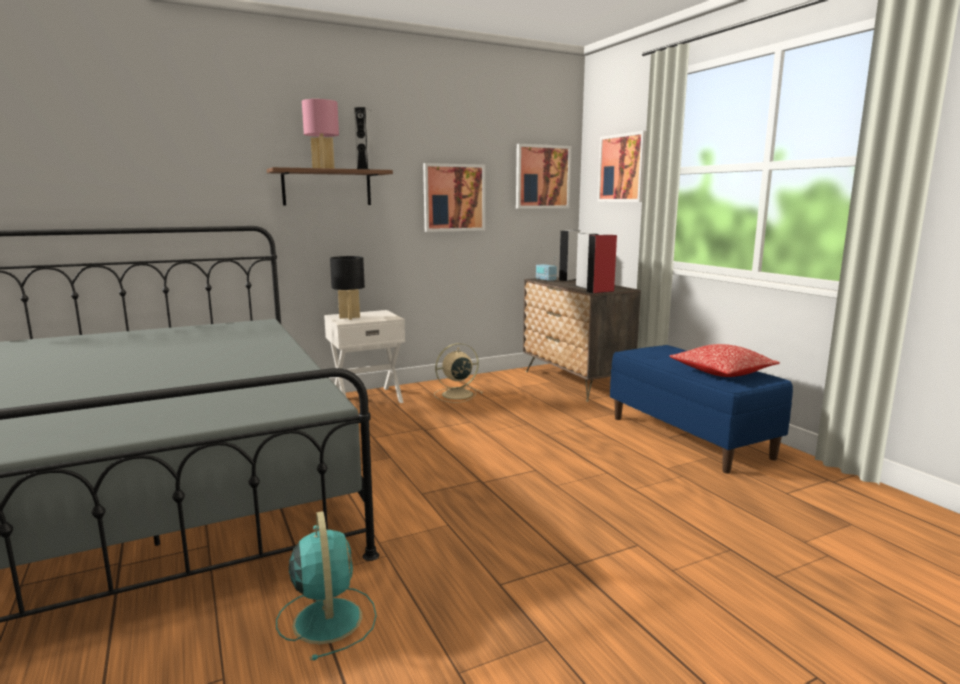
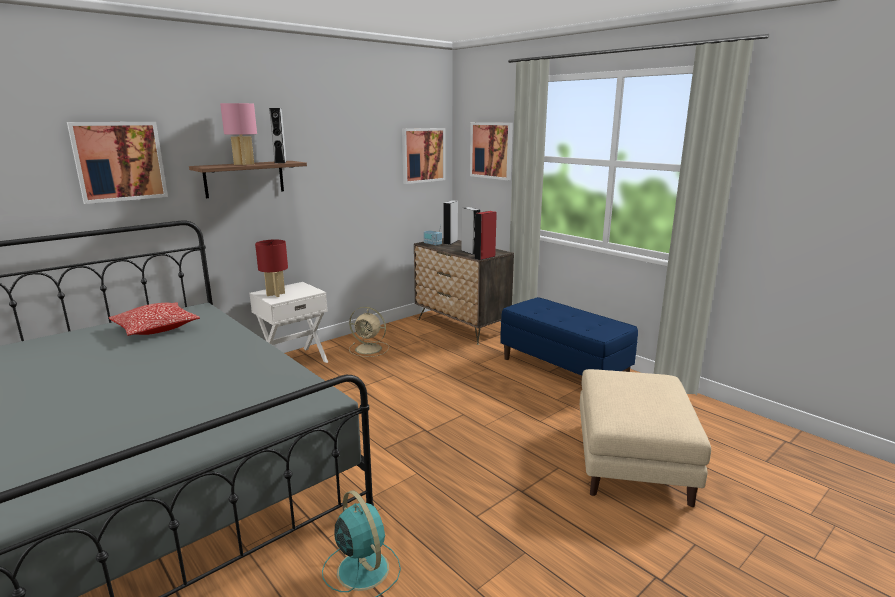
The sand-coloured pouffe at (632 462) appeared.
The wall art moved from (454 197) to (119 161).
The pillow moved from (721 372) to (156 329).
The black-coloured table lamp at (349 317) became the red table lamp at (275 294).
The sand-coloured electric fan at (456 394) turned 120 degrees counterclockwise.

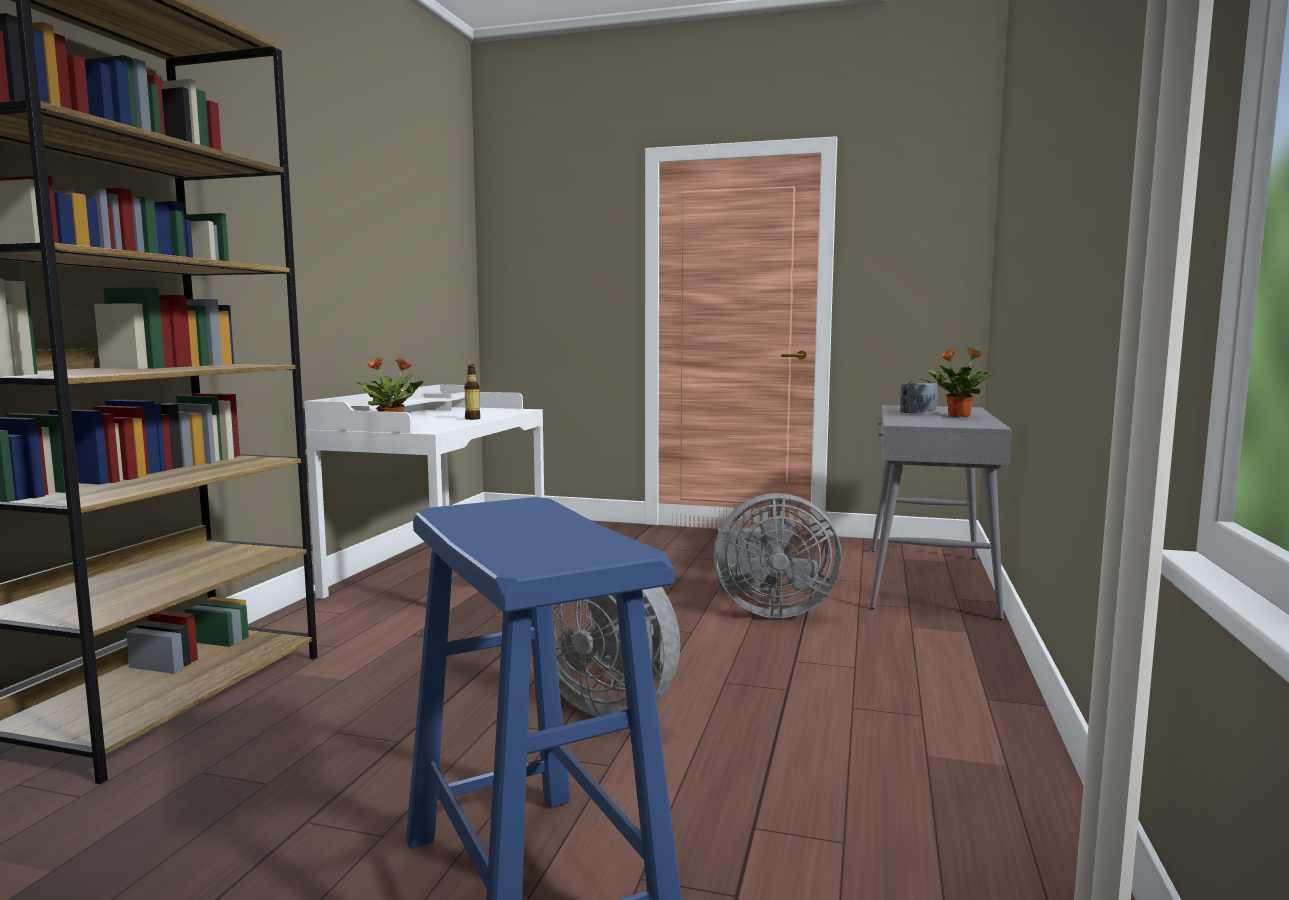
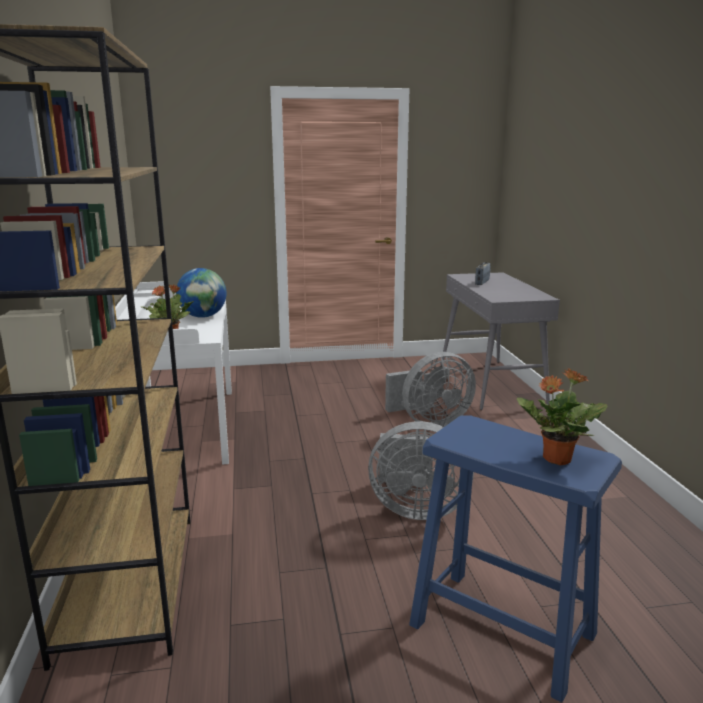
The houseplant moved from (958 416) to (555 459).
The beverage bottle at (472 418) was replaced by the globe at (203 316).

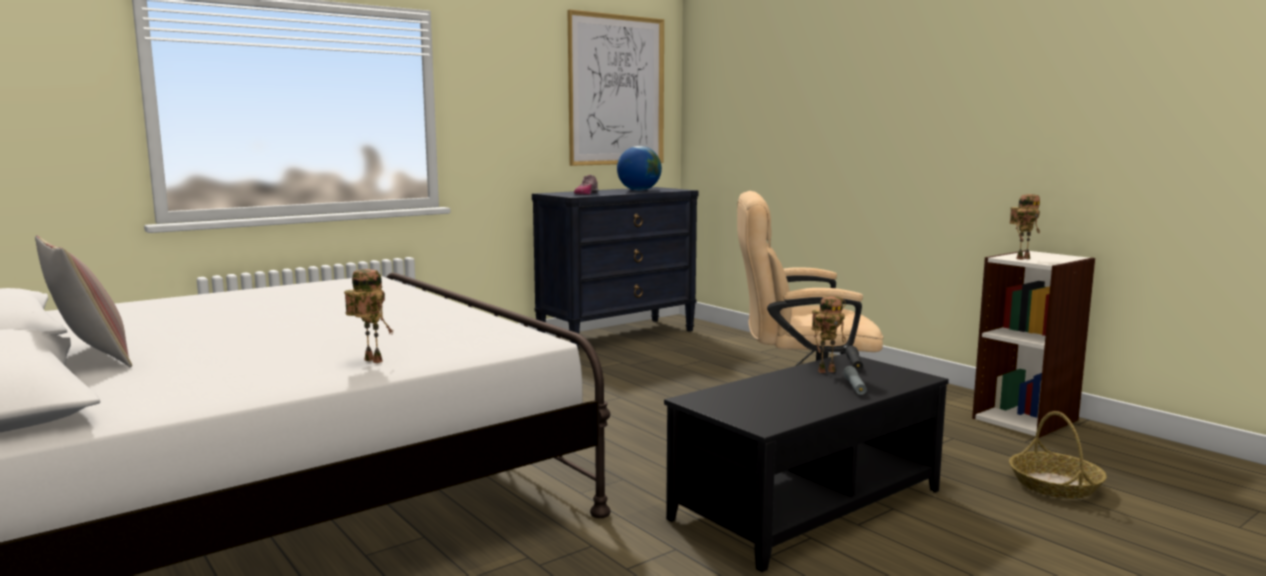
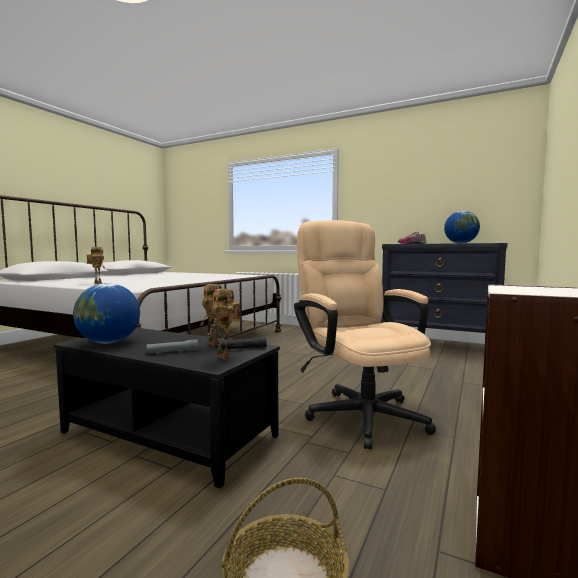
The pillow at (91 359) disappeared.
The wall art at (616 90) disappeared.
The globe at (108 342) appeared.
The robot figure moved from (1022 258) to (225 357).

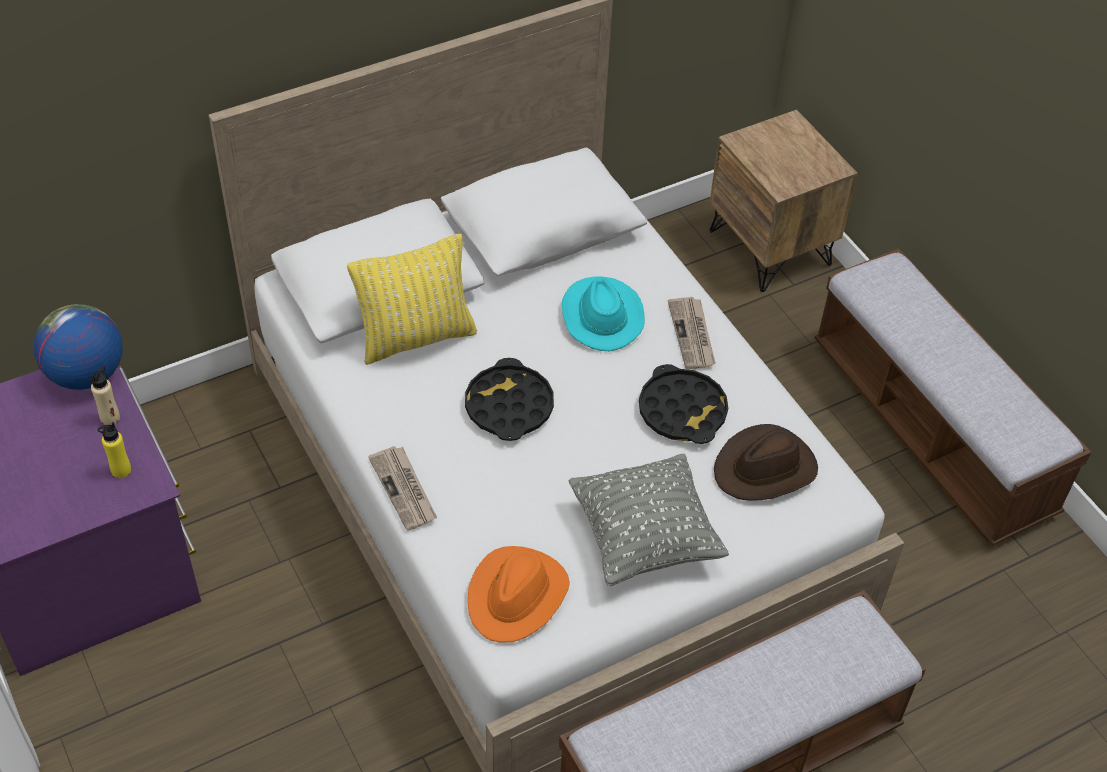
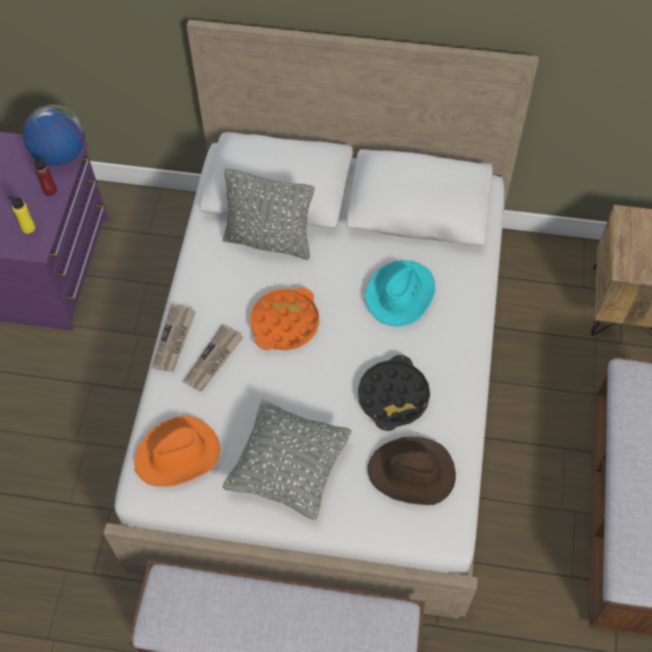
The printed paper moved from (692 335) to (214 360).
The sand-coloured beverage bottle at (110 418) became the red beverage bottle at (50 190).
The yellowish pillow at (416 337) became the greyish pillow at (269 240).
The black-coloured tray at (509 406) became the orange tray at (285 323).

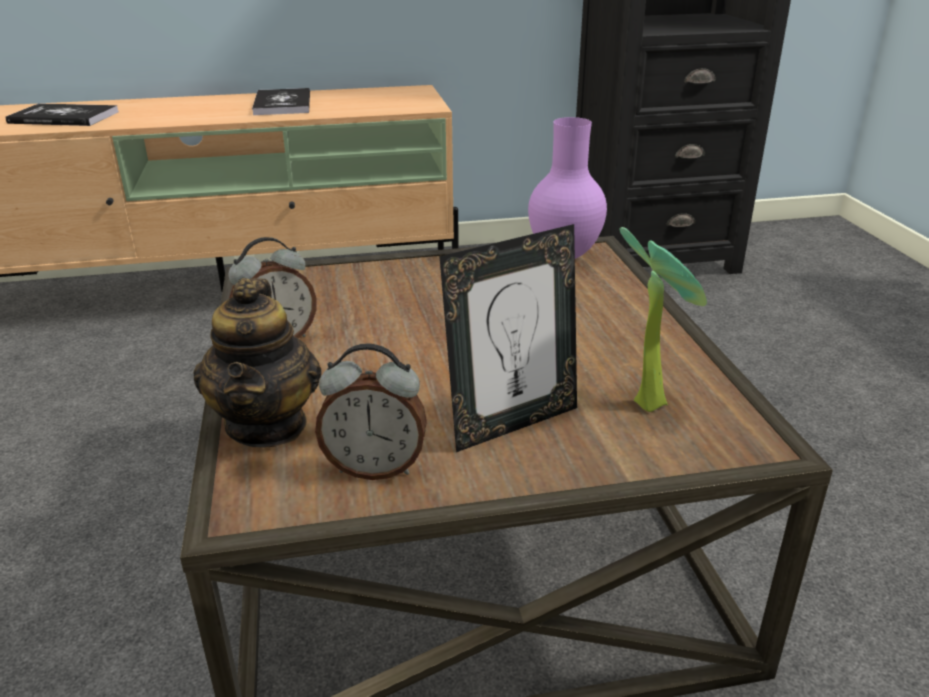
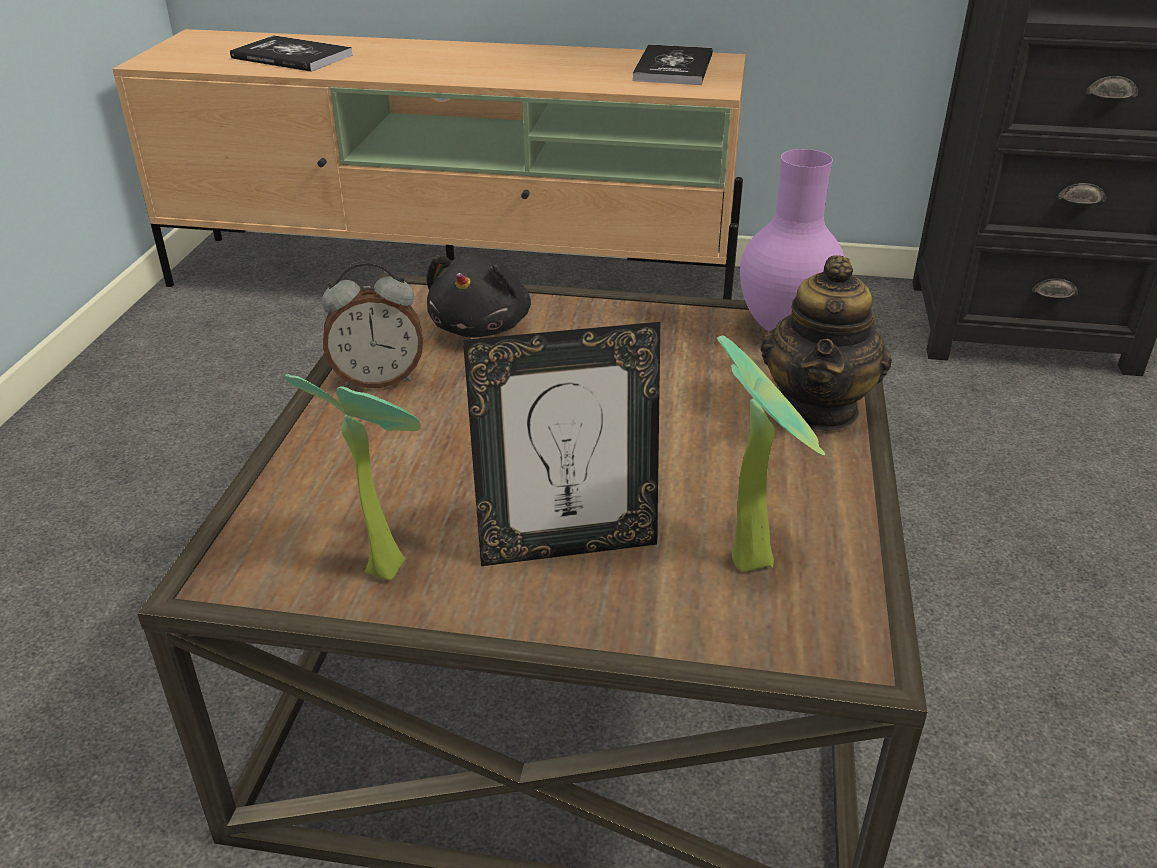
The black-coloured cuddly toy at (482 327) appeared.
The teapot moved from (267 424) to (818 408).
The bound book moved from (283 104) to (673 68).
The bedside clock at (375 467) was replaced by the houseplant at (383 562).

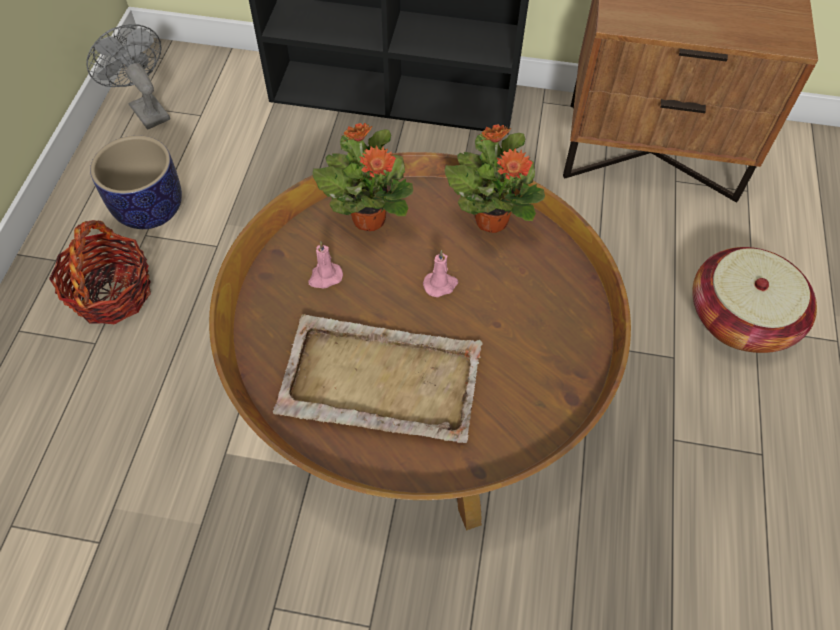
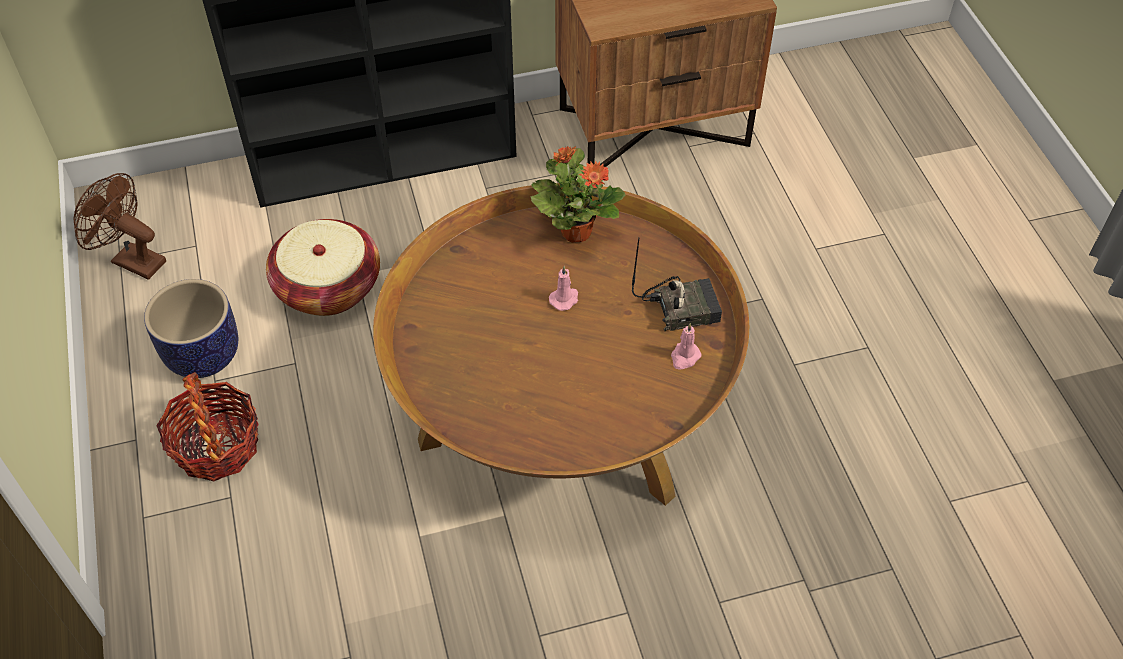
The sand-coloured tray at (378 380) disappeared.
The houseplant at (369 218) disappeared.
The radio receiver at (682 307) appeared.
The pink-coloured wax light moved from (325 277) to (684 357).
The basket moved from (740 317) to (328 287).
The greyish electric fan at (145 109) became the brown-coloured electric fan at (131 260).

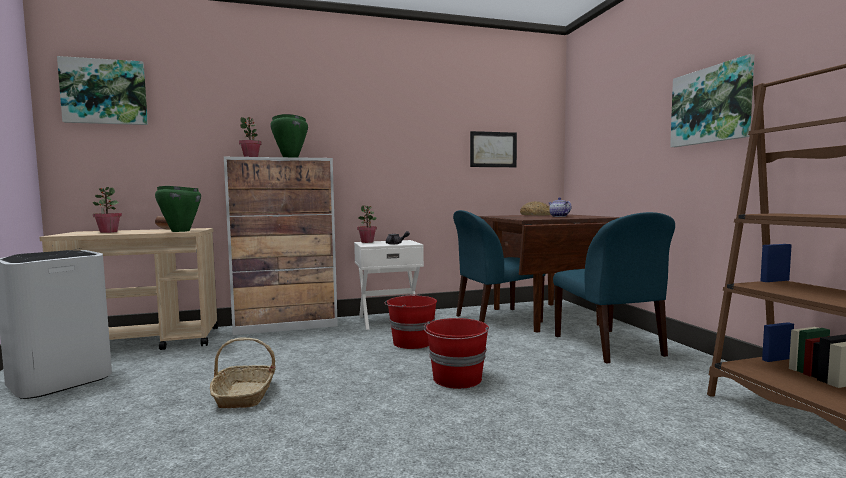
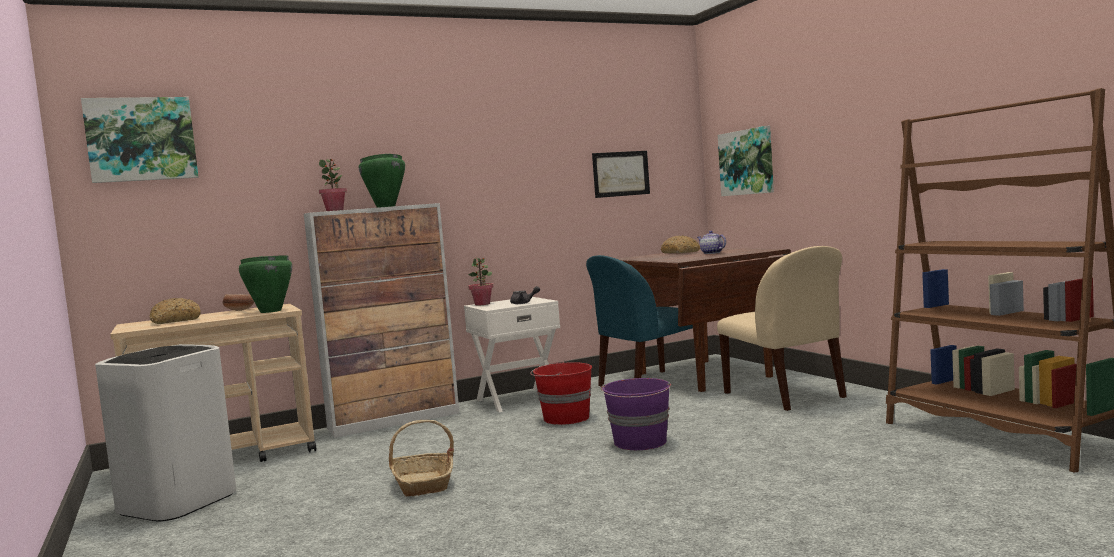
The wall art moved from (711 105) to (747 162).
The houseplant at (108 232) was replaced by the bakery bread at (175 321).
The red pail at (457 379) became the purplish pail at (640 442).
The blue-coloured chair at (609 346) became the sand-coloured chair at (785 396).

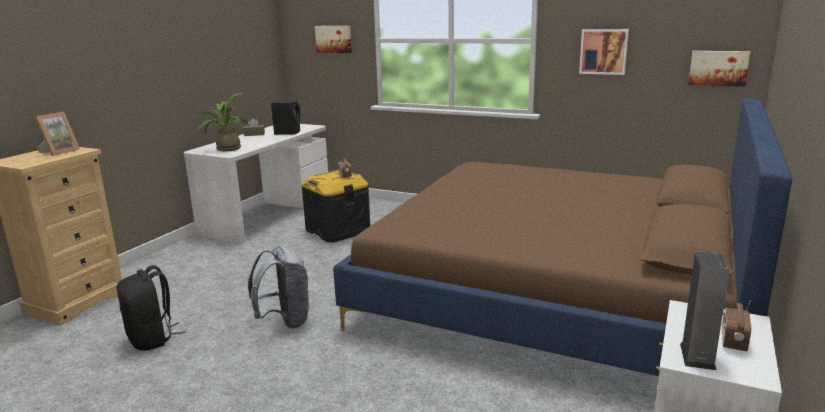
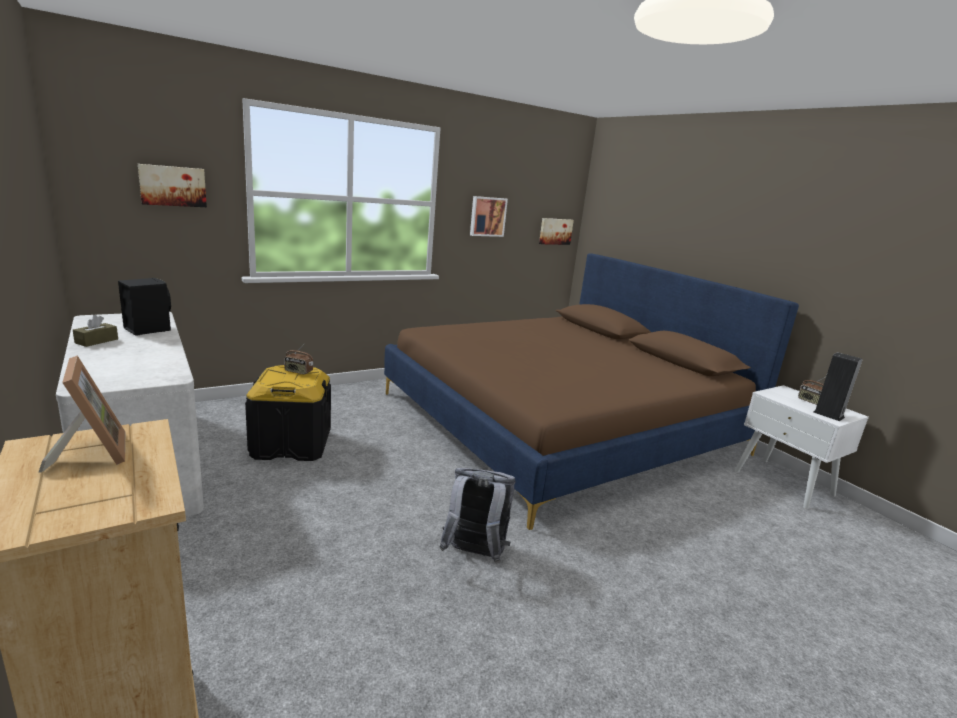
The black-coloured rucksack at (152 339) disappeared.
The houseplant at (225 149) disappeared.

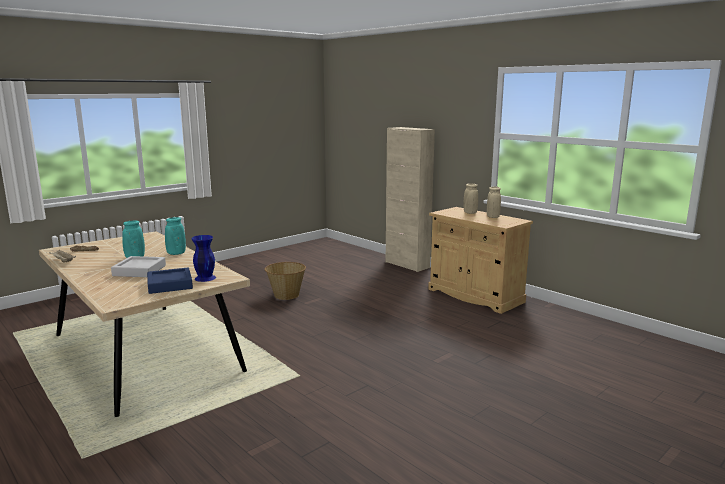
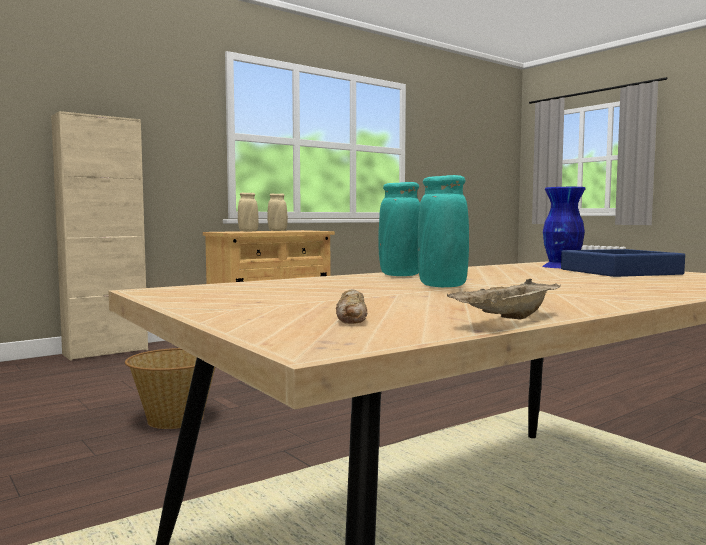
The greyish tray at (139 270) disappeared.

